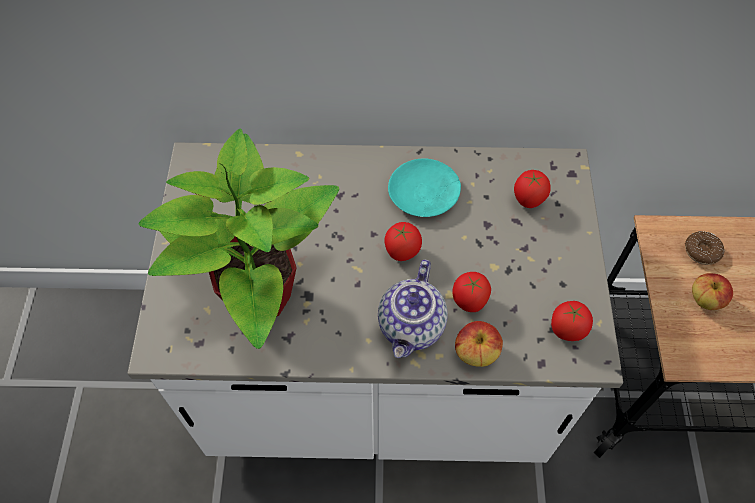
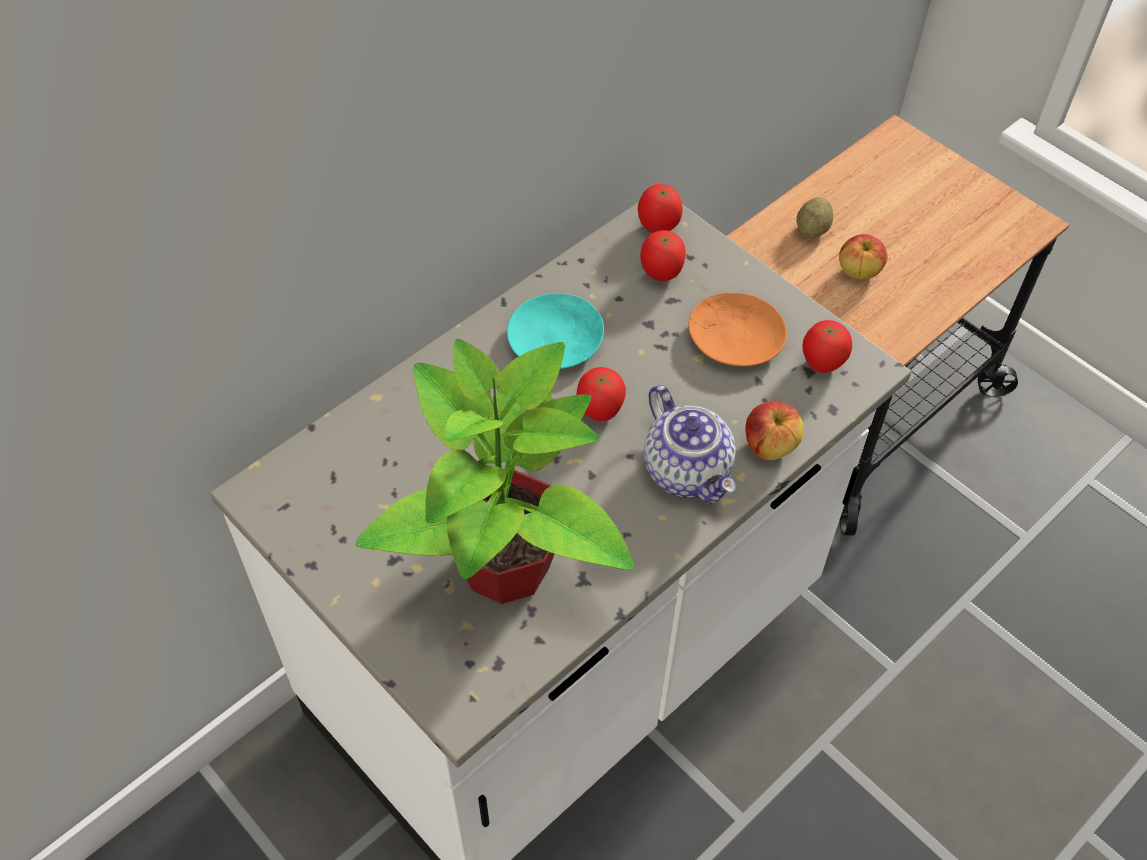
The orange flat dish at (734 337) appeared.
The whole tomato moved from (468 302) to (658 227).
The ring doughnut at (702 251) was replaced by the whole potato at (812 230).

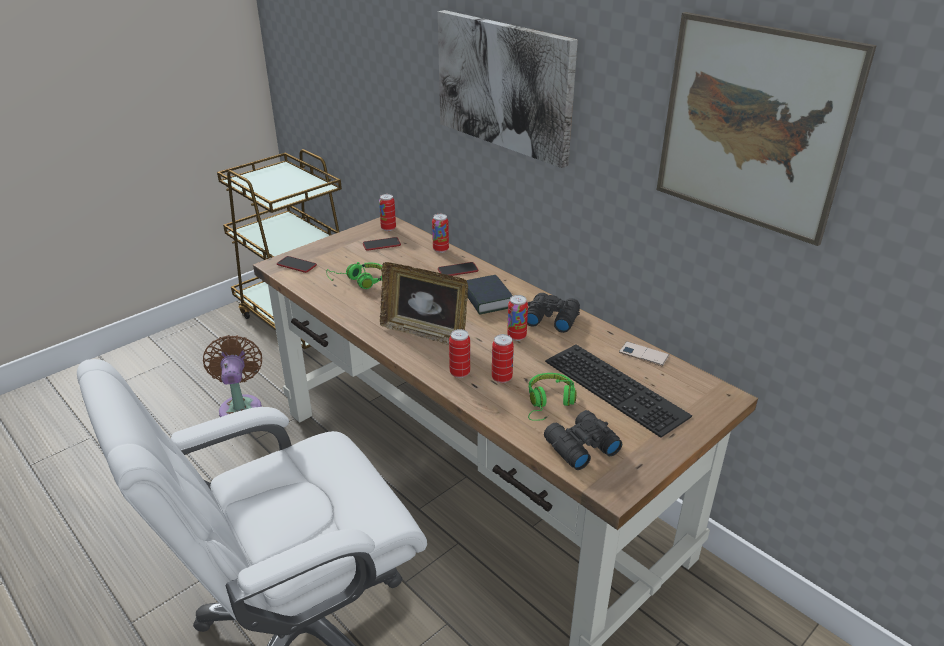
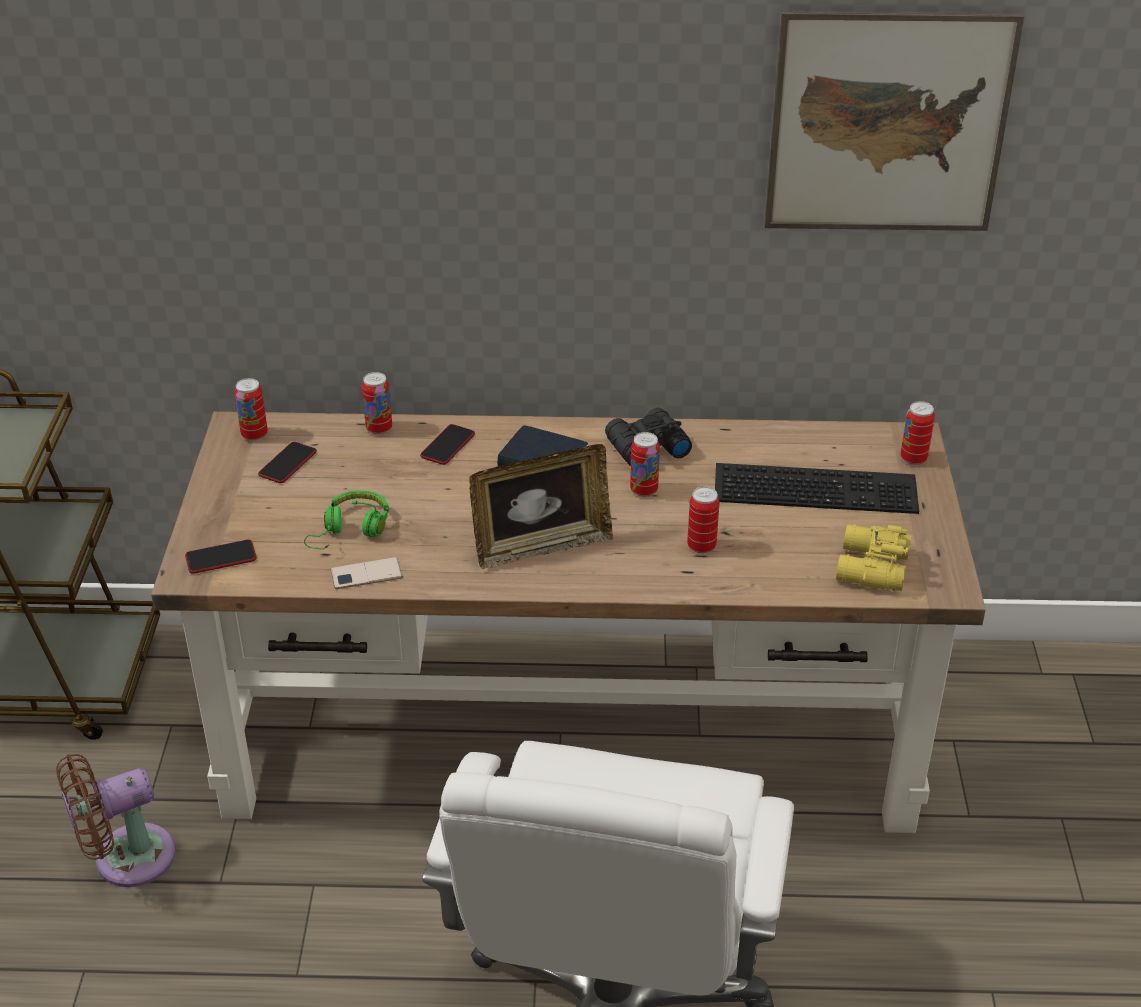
The wall art at (504 85) disappeared.
The green-coloured headset at (549 403) disappeared.
The can moved from (460 373) to (913 459).
The phone moved from (644 354) to (366 574).
The black-coloured field glasses at (579 447) became the yellowish field glasses at (870 568).
The brown-coloured electric fan at (241 406) turned 60 degrees counterclockwise.

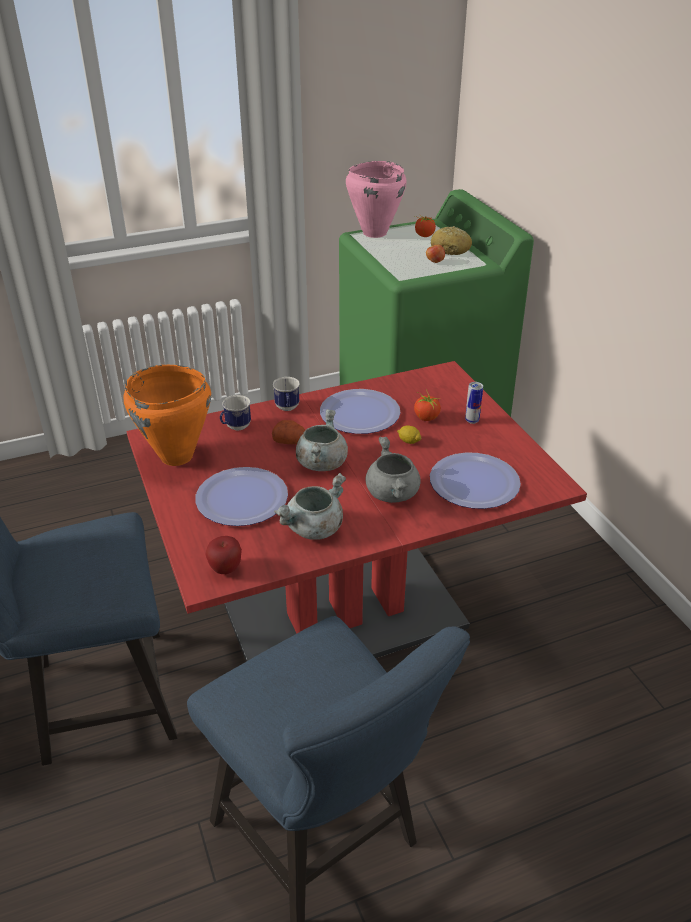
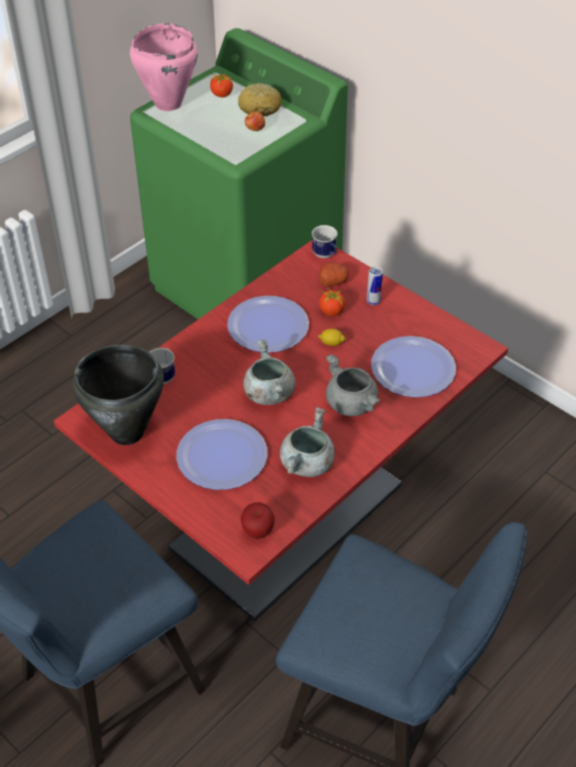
The whole potato moved from (289 441) to (333 281).
The mug moved from (287 409) to (326 255).
The orange cooking pot at (176 457) became the black-coloured cooking pot at (127 433).

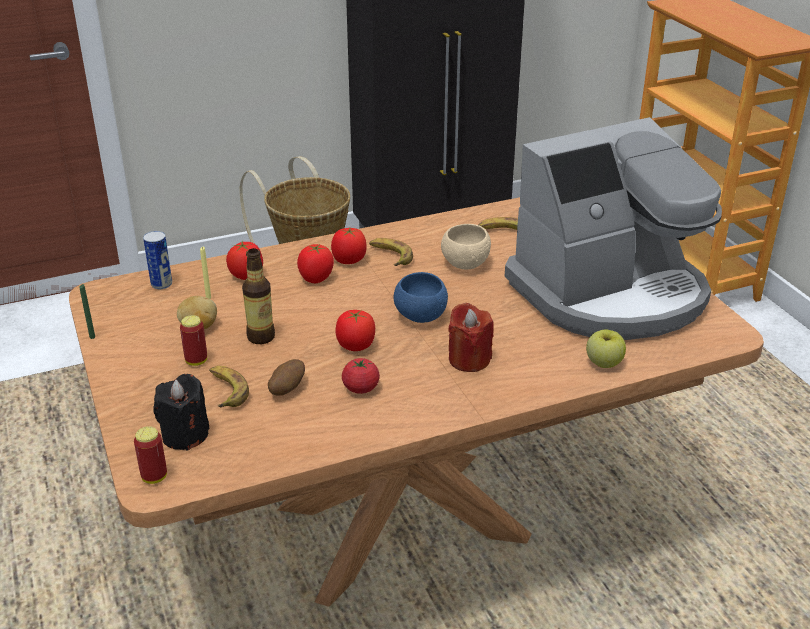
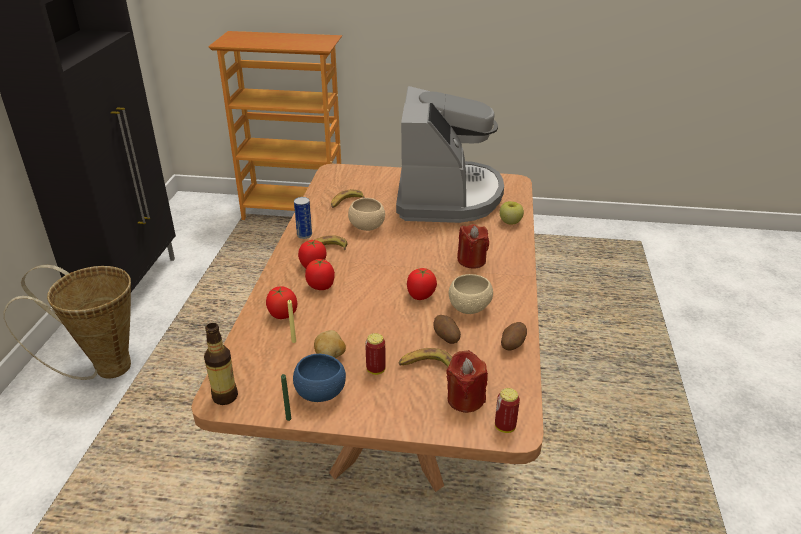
The whole potato at (512 345) appeared.
The can moved from (161 284) to (304 235).
The beverage bottle moved from (261 337) to (225 396).
The blue-coloured serving bowl moved from (420 316) to (320 394).
The whole tomato at (361 388) was replaced by the sand-coloured serving bowl at (469 308).
The black-coloured wax light at (185 435) became the red wax light at (465 399).

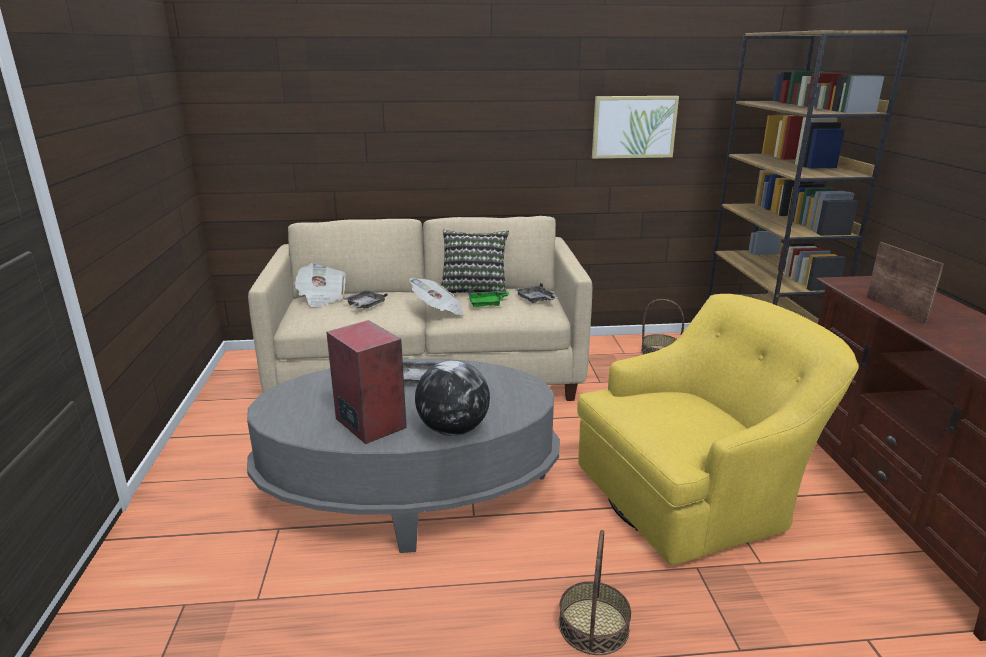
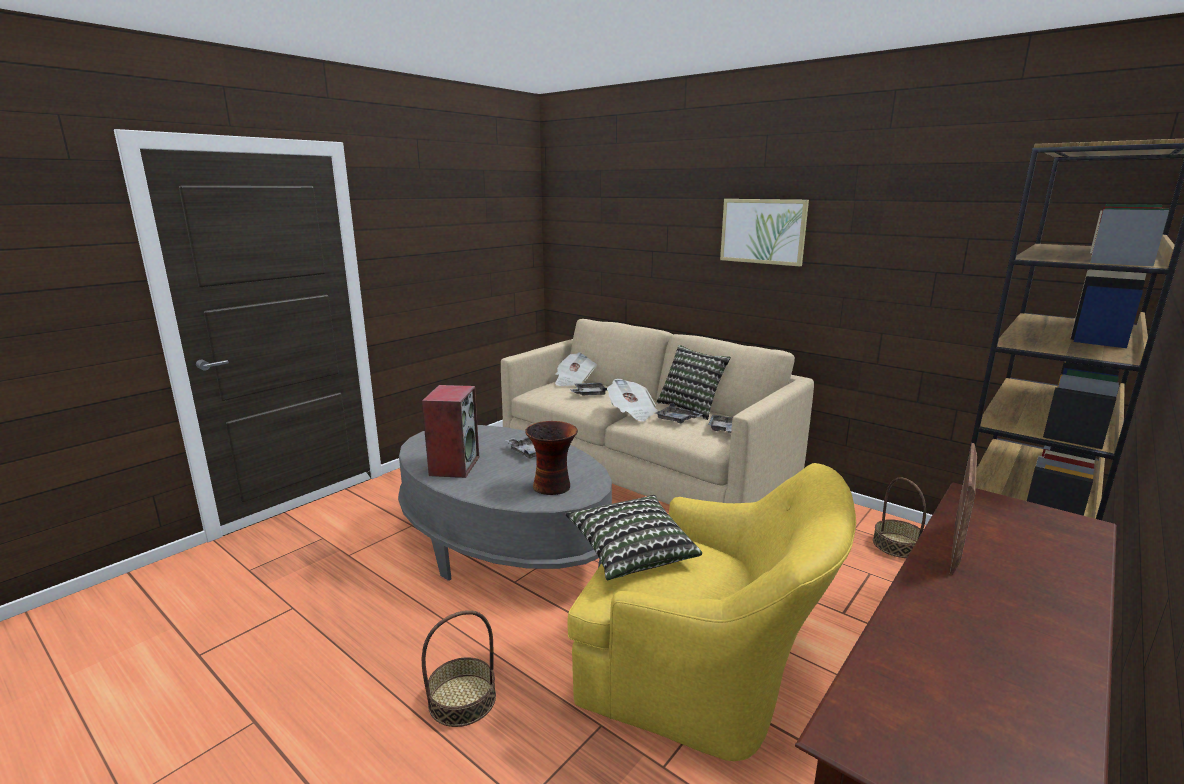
The globe at (453 429) disappeared.
The decorative vase at (553 486) appeared.
The pillow at (632 553) appeared.
The wall art moved from (634 127) to (763 231).
The green-coloured tray at (487 304) became the greyish tray at (677 420).

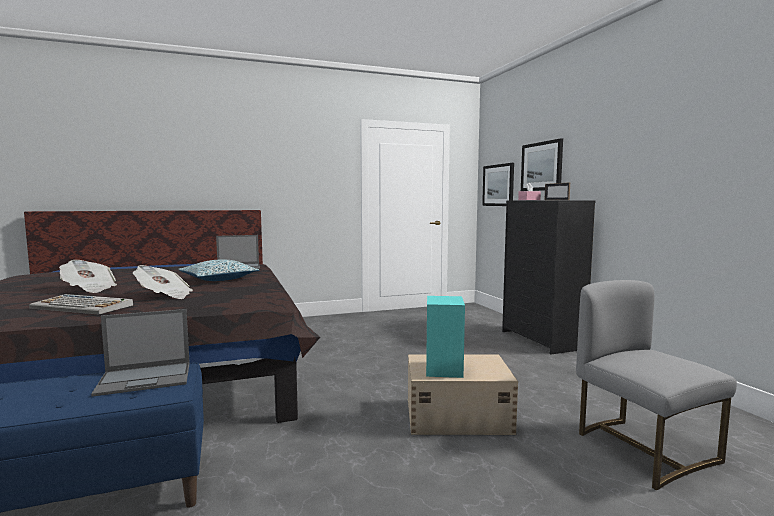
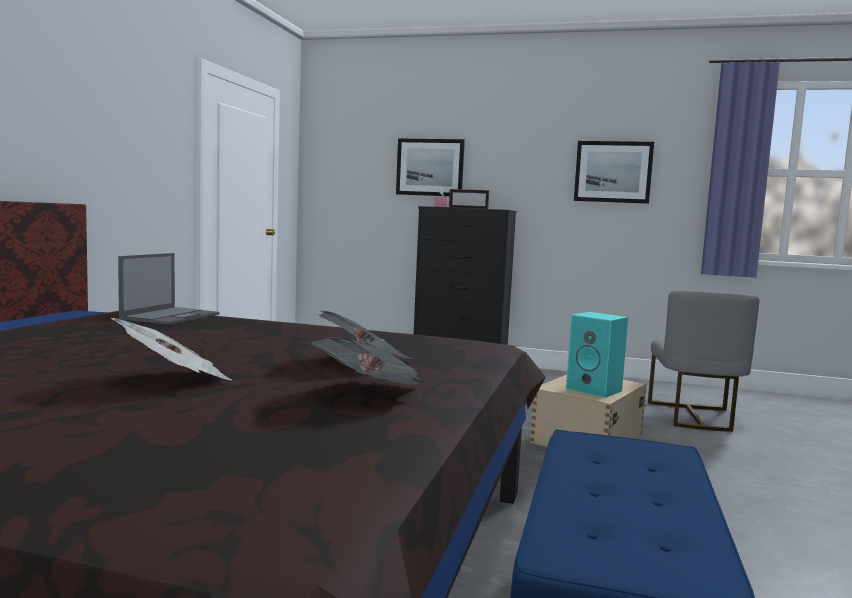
The laptop at (146 378) disappeared.
The pillow at (219 279) disappeared.
The wall art moved from (498 185) to (613 172).
The PC keyboard at (83 306) was replaced by the printed paper at (371 393).
The greyish chair at (641 449) turned 90 degrees counterclockwise.

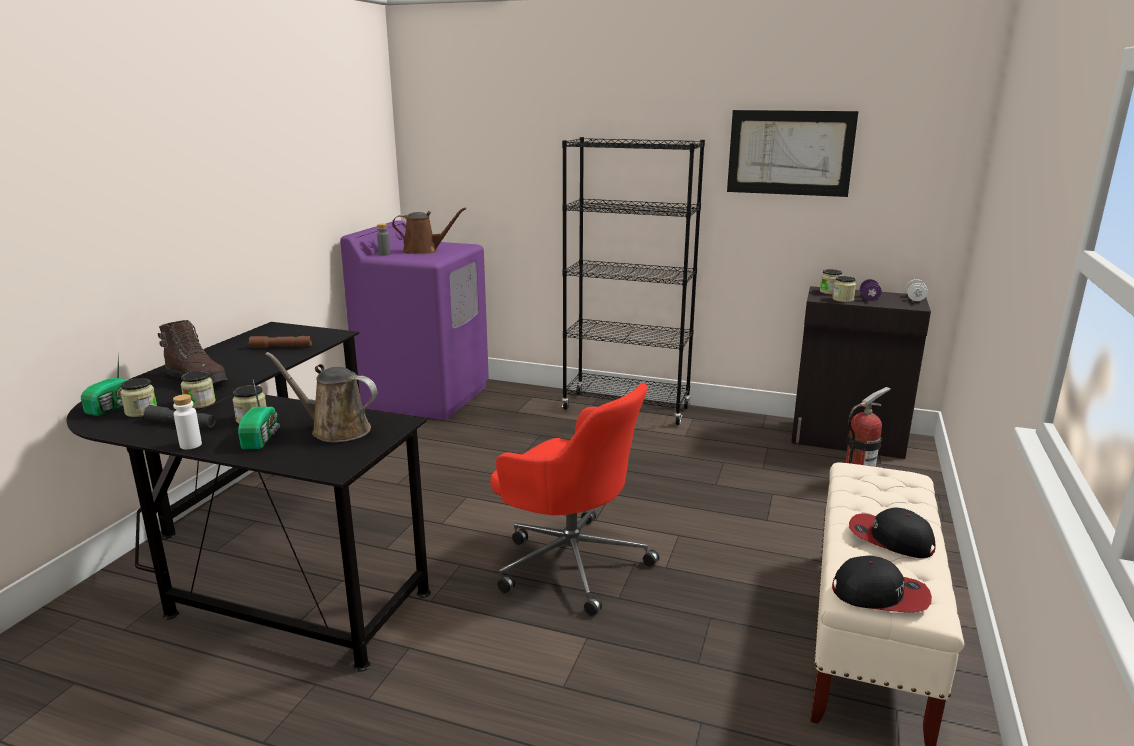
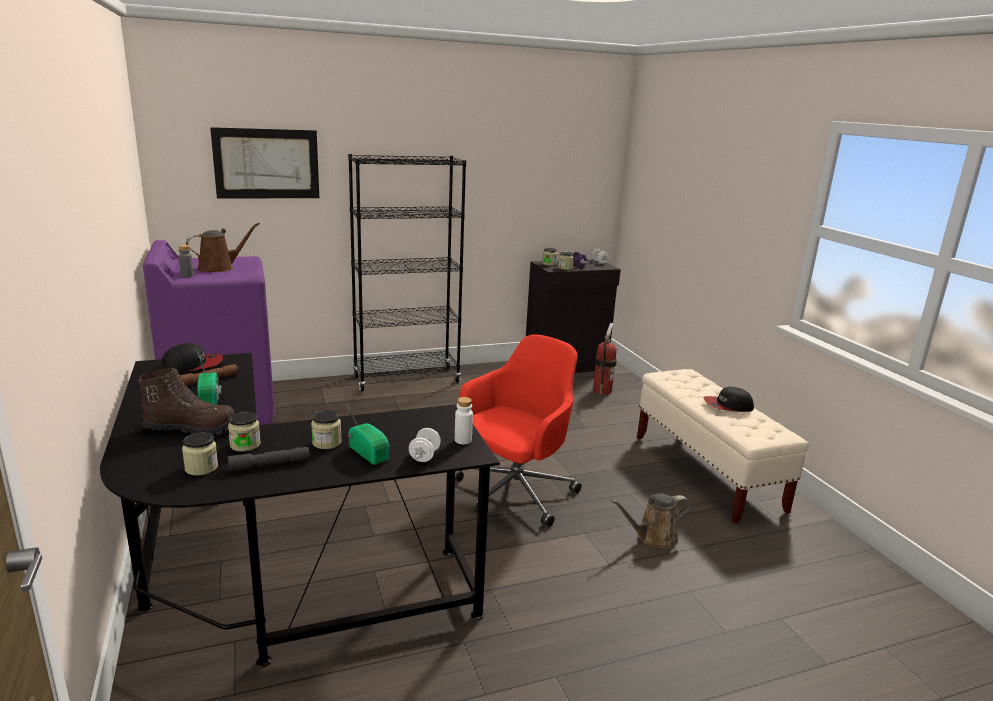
The whitish dumbbell at (424 456) appeared.
The radio receiver moved from (114 406) to (210 397).
The whitish beverage bottle moved from (190 445) to (463 440).
The brown-coloured watering pot moved from (335 430) to (653 537).
The wall art moved from (790 153) to (267 164).
The cap moved from (880 594) to (193 365).
The red computer chair at (570 562) turned 45 degrees counterclockwise.

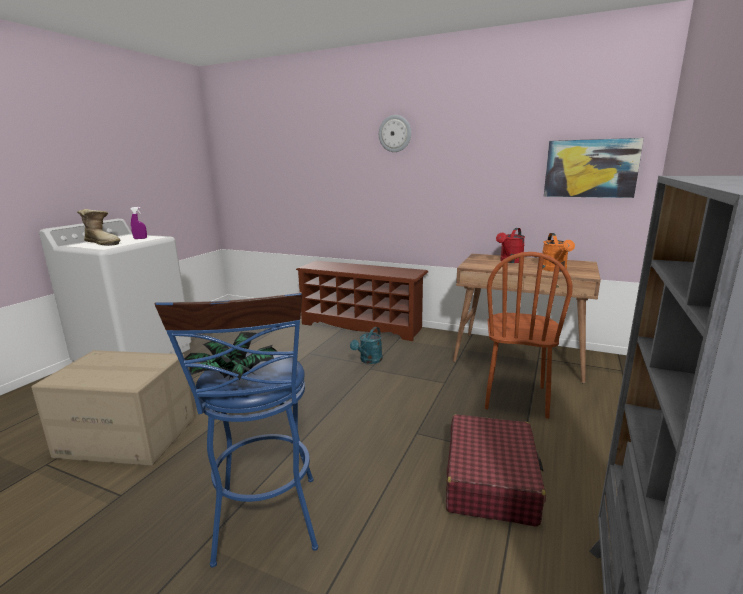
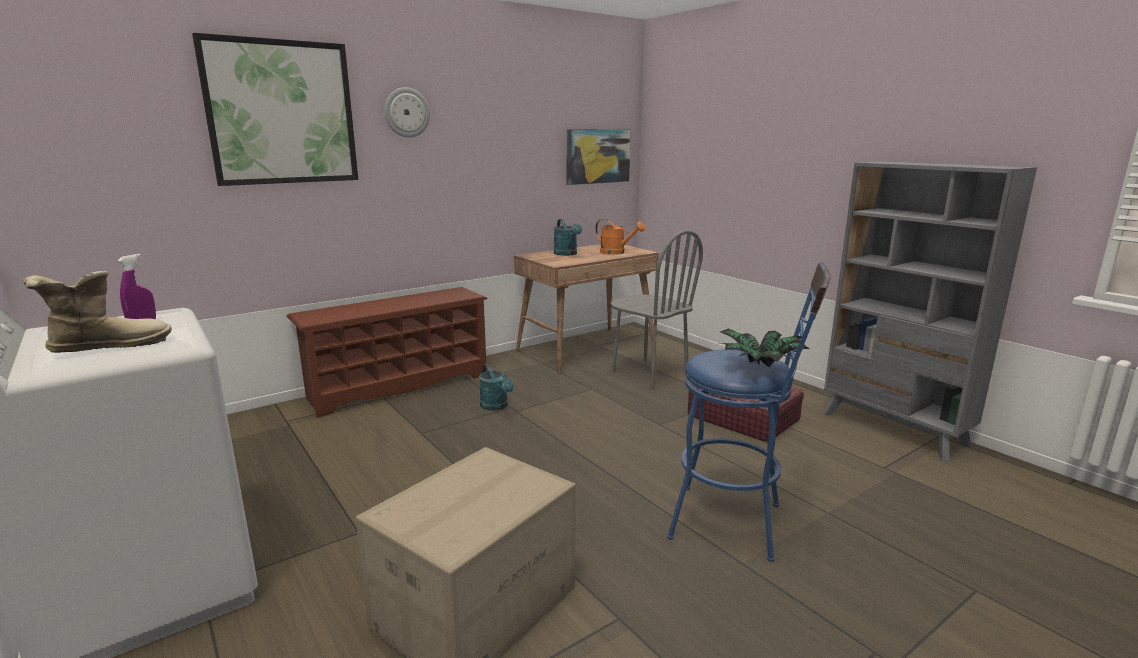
The wall art at (281 113) appeared.
The brown-coloured chair at (516 398) became the greyish chair at (649 374).
The red watering pot at (510 261) became the blue-green watering pot at (567 254).

